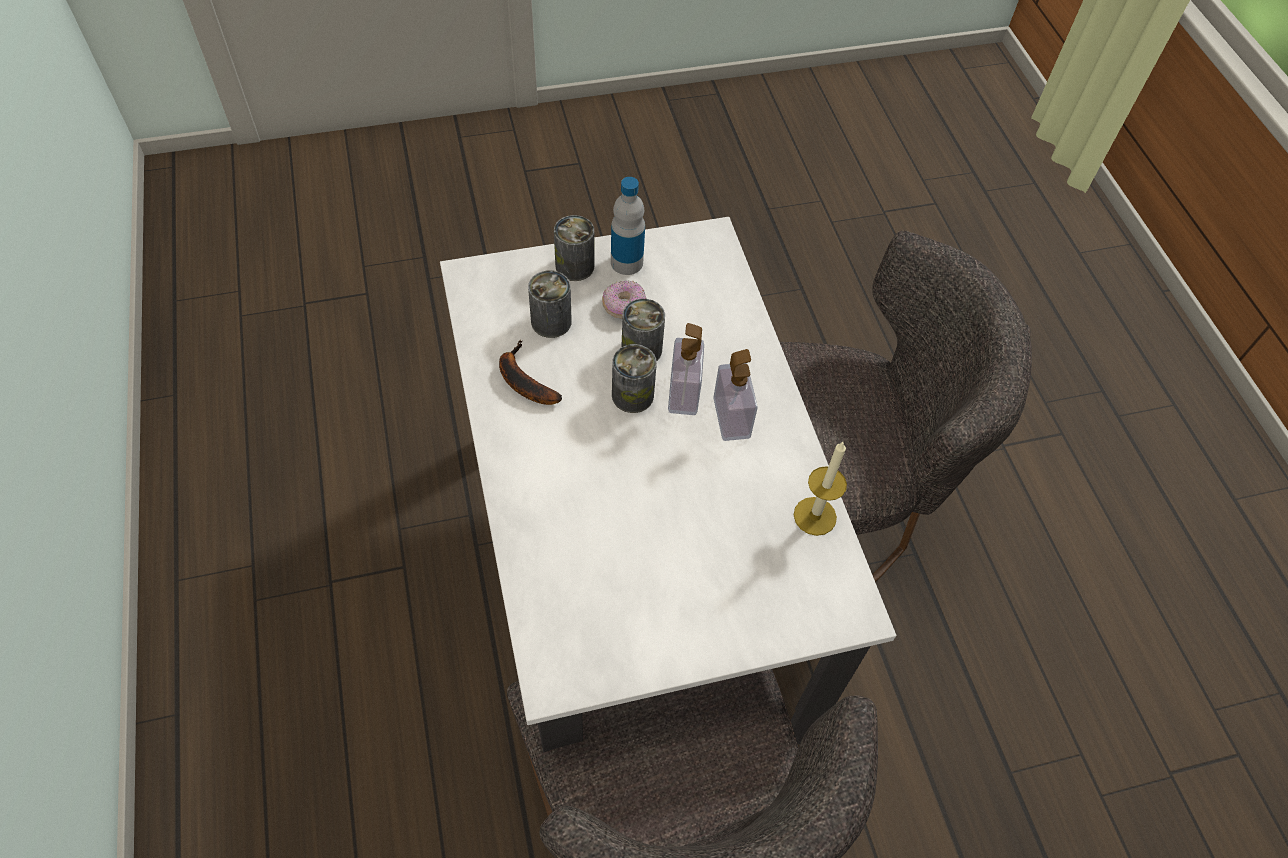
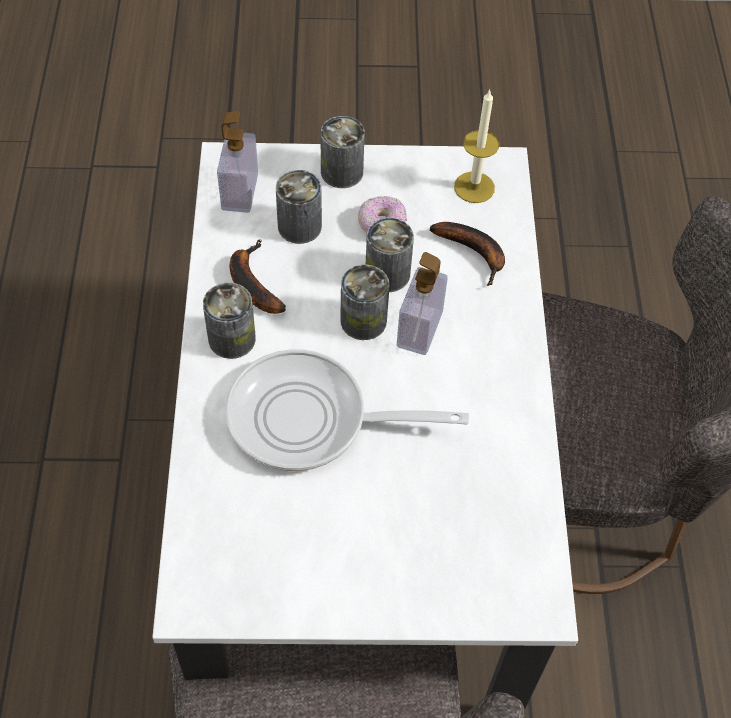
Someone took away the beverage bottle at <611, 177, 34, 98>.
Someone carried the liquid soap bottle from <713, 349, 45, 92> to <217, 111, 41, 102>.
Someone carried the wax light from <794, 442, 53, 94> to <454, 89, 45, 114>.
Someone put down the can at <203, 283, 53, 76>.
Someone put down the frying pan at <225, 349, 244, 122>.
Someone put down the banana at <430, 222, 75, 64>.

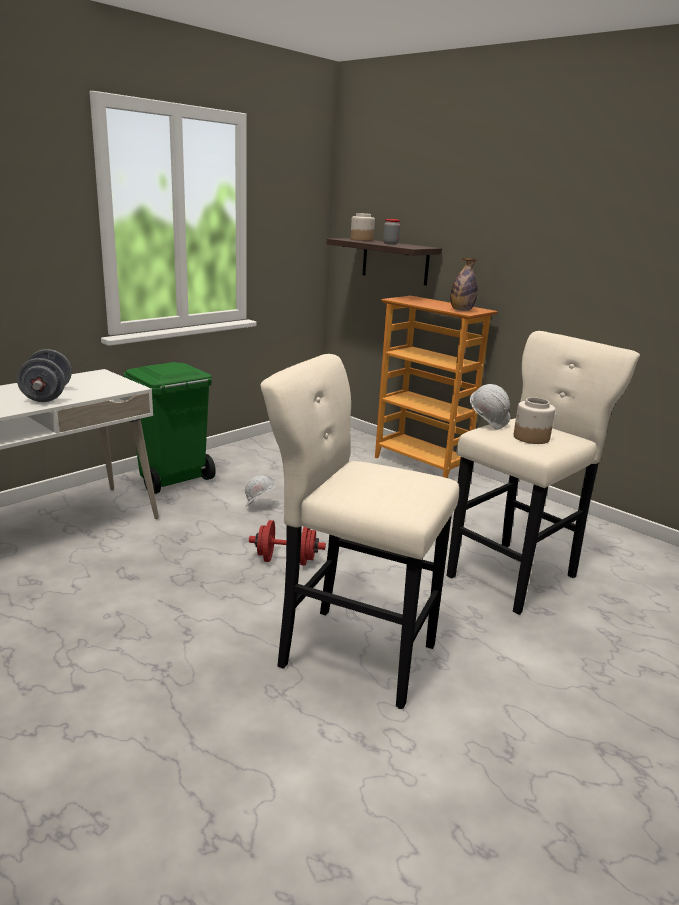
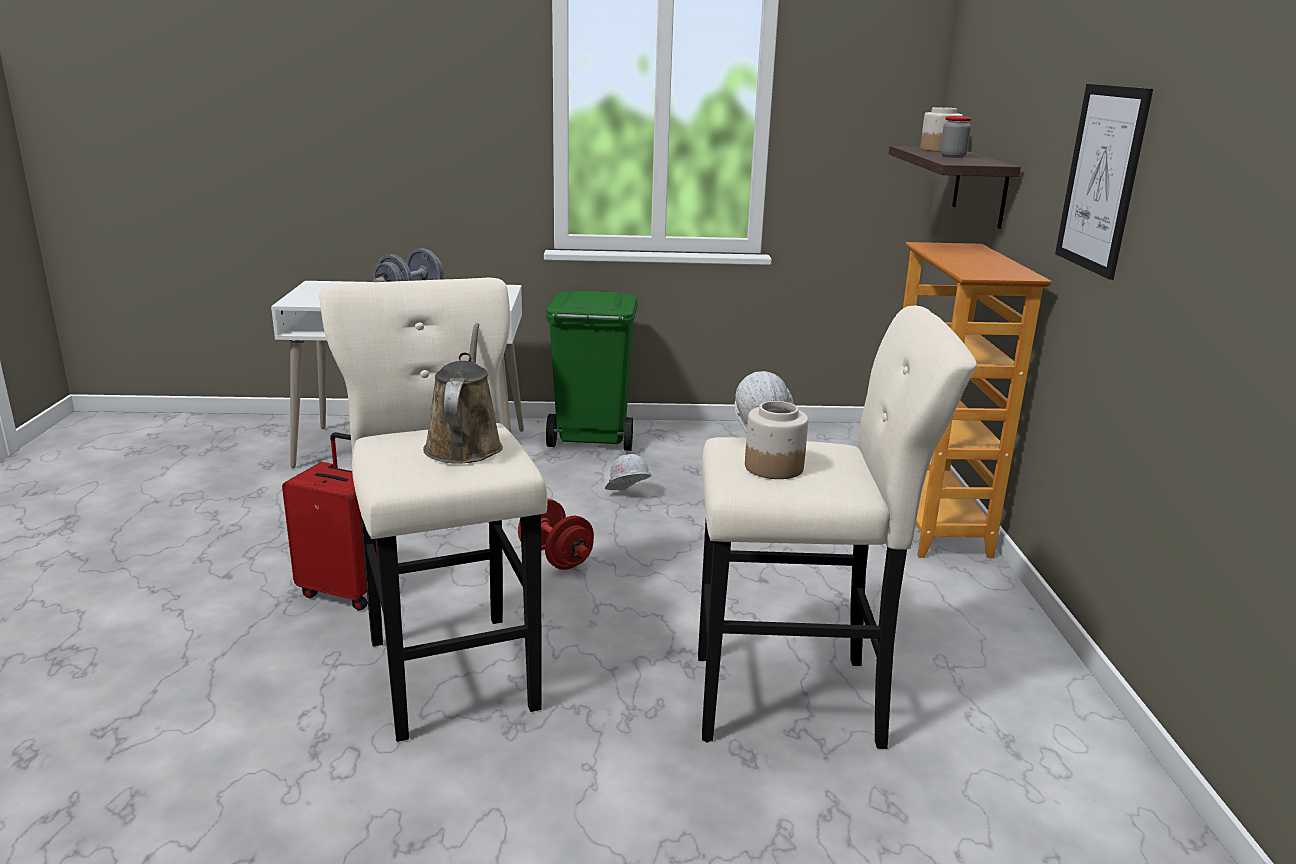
Someone took away the beverage bottle at <450, 258, 28, 53>.
Someone put down the red piece of luggage at <282, 432, 96, 179>.
Someone put down the brown sprinkling can at <423, 323, 80, 141>.
Someone put up the picture at <1055, 84, 98, 196>.

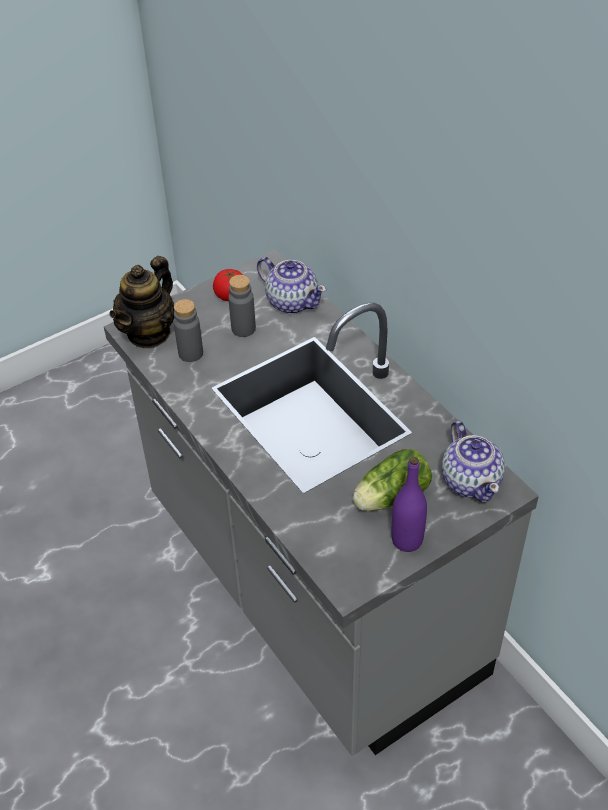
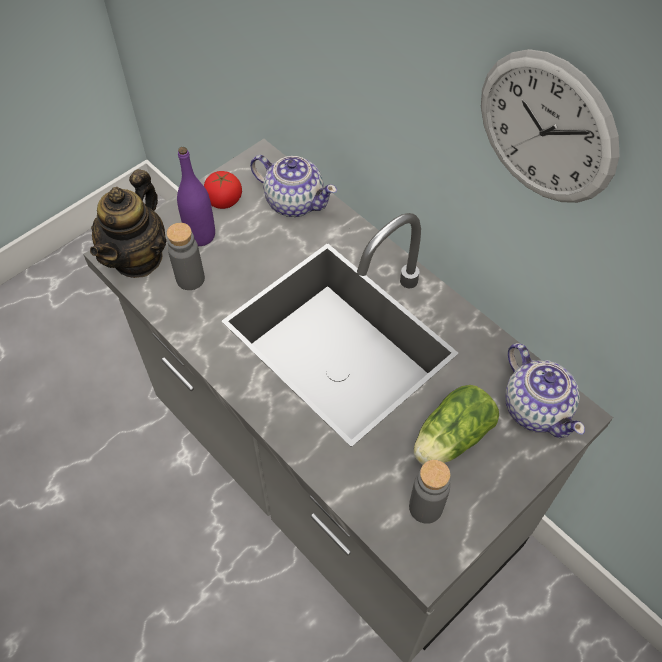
Someone carried the gray beverage bottle from <228, 275, 28, 62> to <409, 460, 41, 64>.
Someone carried the purple beverage bottle from <391, 457, 36, 95> to <177, 147, 38, 99>.
Someone put up the clock on the wall at <481, 49, 138, 154>.

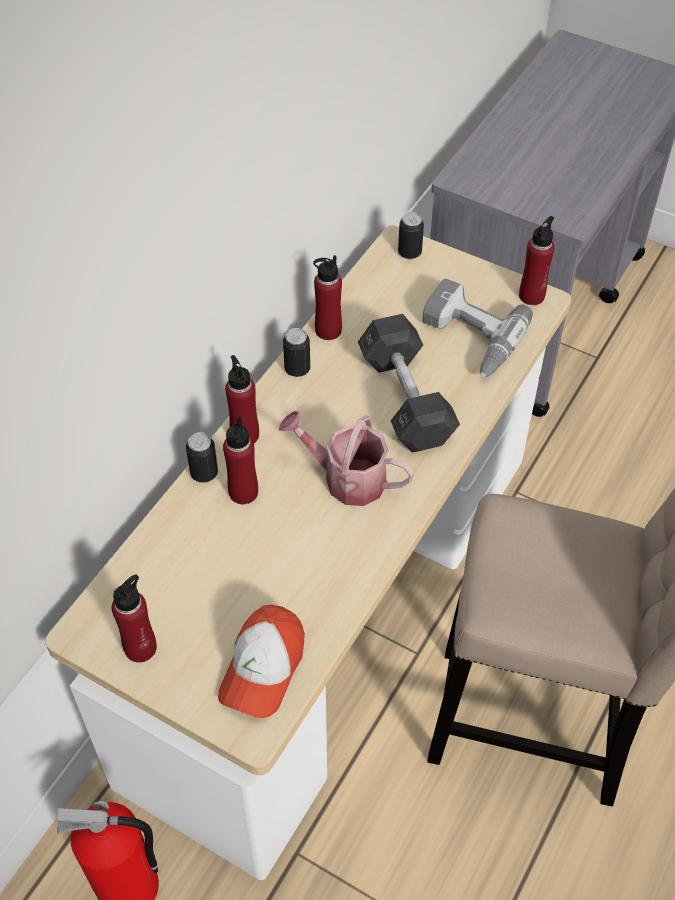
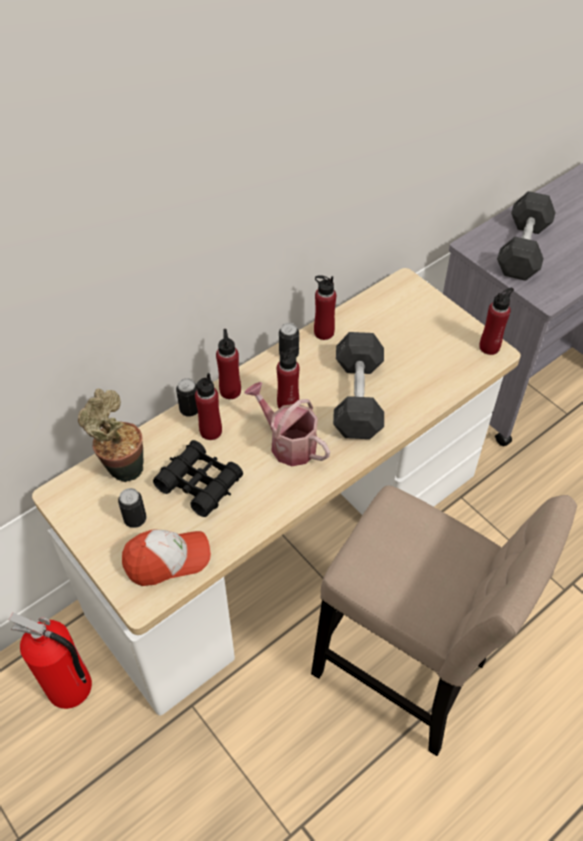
Someone carried the red beverage bottle from <112, 575, 45, 87> to <277, 346, 22, 62>.
Someone rotated the baseball cap at <218, 605, 87, 113> by 150 degrees counterclockwise.
Someone carried the can from <398, 212, 26, 47> to <118, 488, 29, 40>.
Someone took away the power drill at <423, 279, 110, 99>.
Someone put down the plant in a pot at <78, 389, 66, 93>.
Someone put down the black binoculars at <153, 440, 90, 77>.
Someone put down the gray dumbbell at <497, 191, 59, 90>.

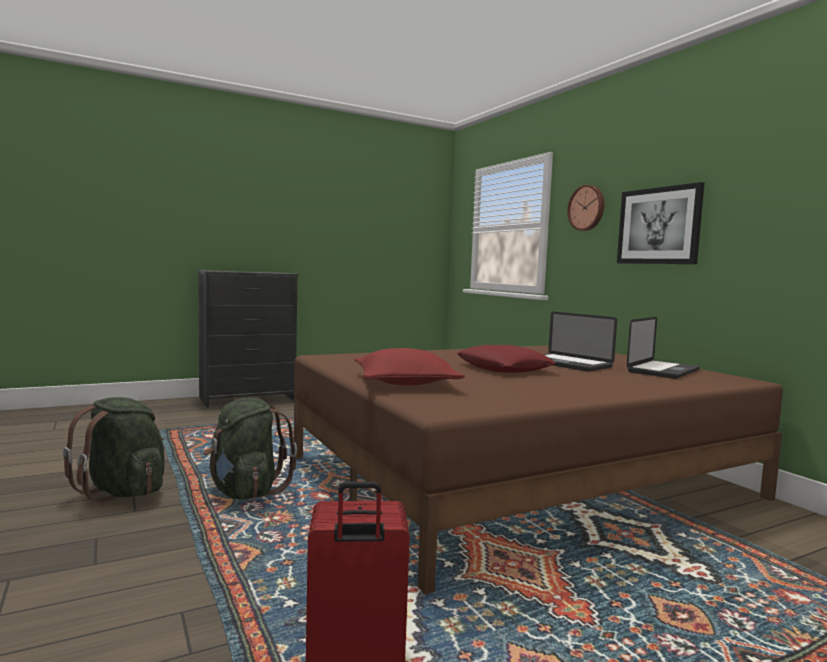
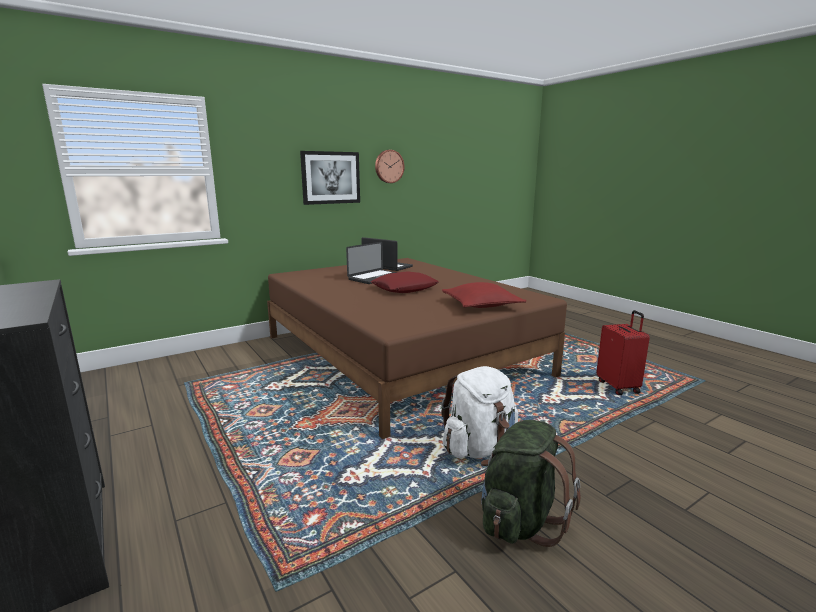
Someone repainted the green rucksack at <203, 398, 94, 102>, which became the white-coloured rucksack at <441, 366, 77, 92>.
Someone carried the clock on the wall from <567, 185, 38, 46> to <375, 150, 30, 33>.

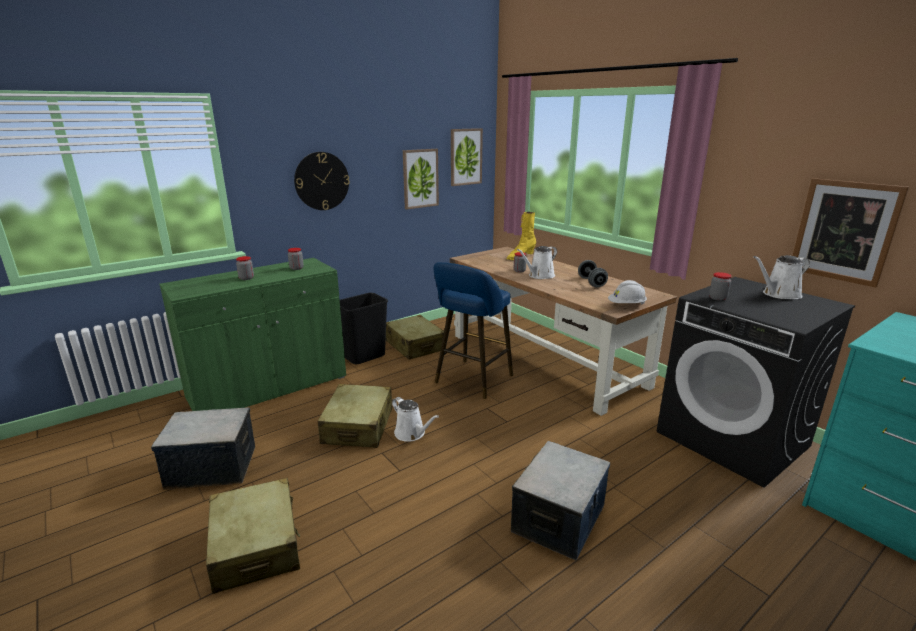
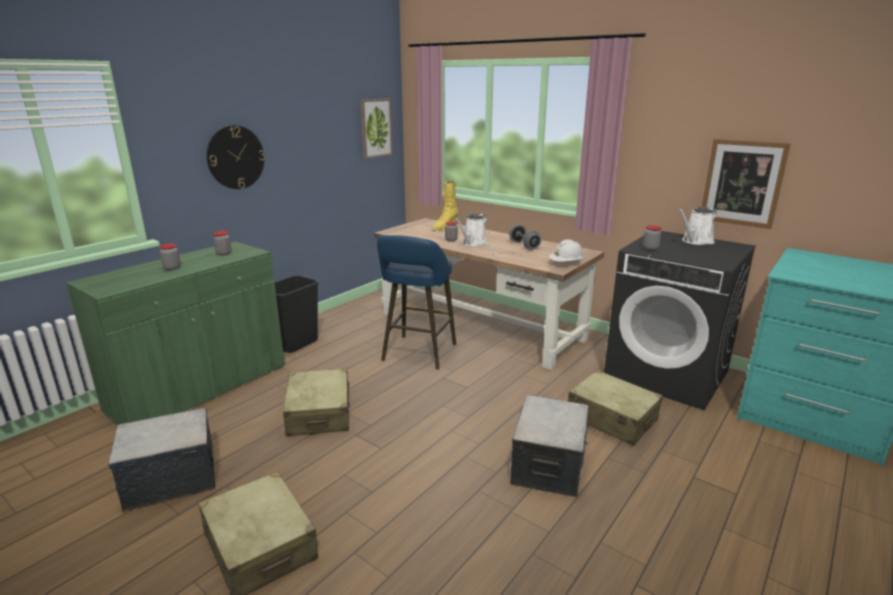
Someone carried the sand-coloured piece of luggage from <386, 315, 58, 45> to <568, 370, 95, 76>.
Someone took away the white-coloured sprinkling can at <392, 397, 47, 45>.
Someone took away the picture at <403, 149, 36, 60>.

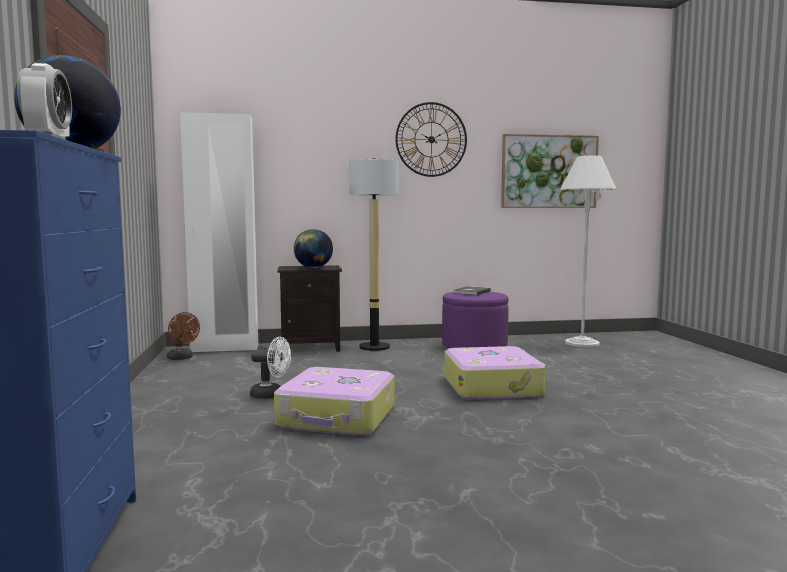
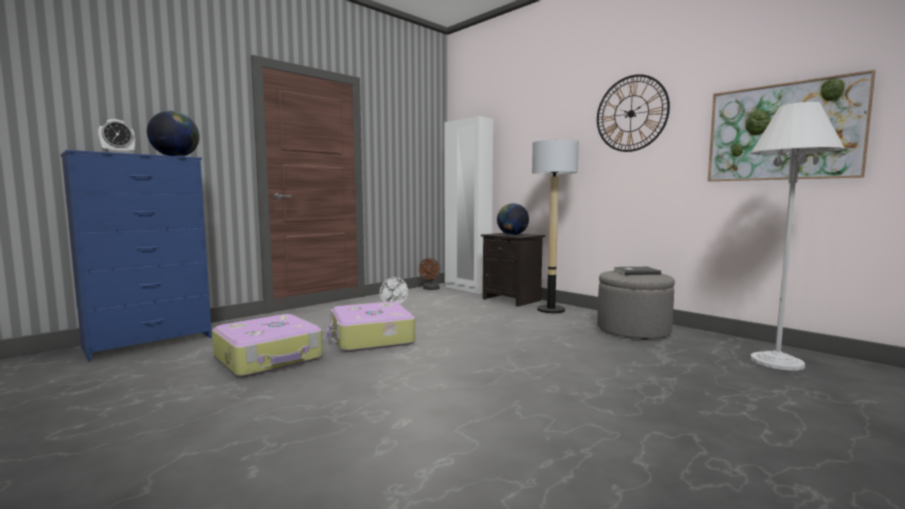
Someone repainted the purple pouffe at <442, 292, 67, 56>, which became the gray pouffe at <597, 271, 78, 69>.
Someone carried the piece of luggage from <444, 346, 102, 54> to <212, 314, 111, 63>.

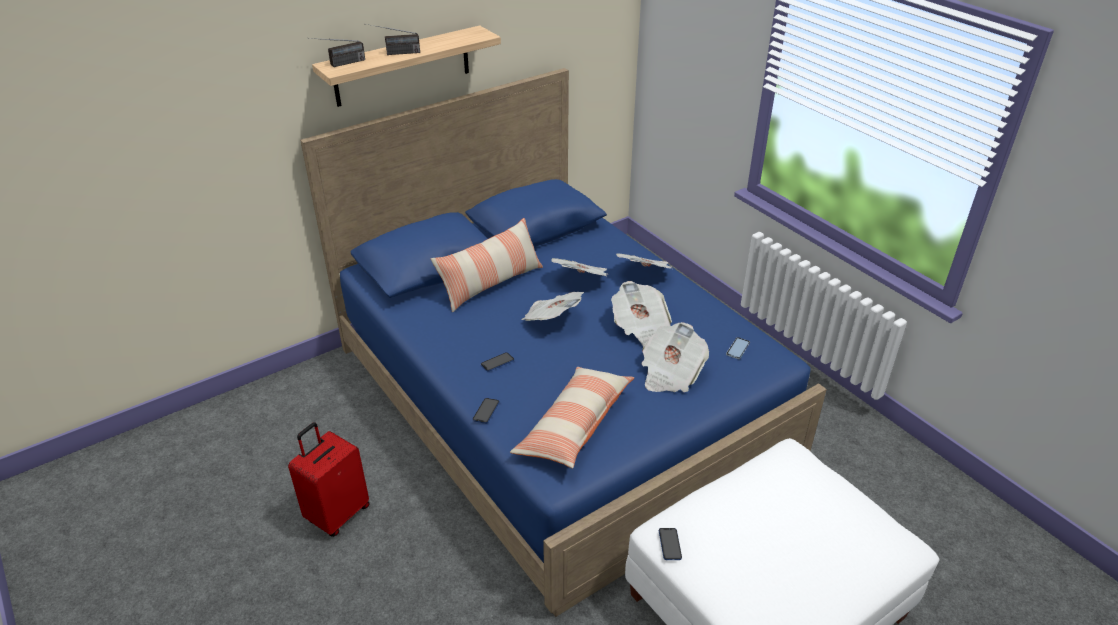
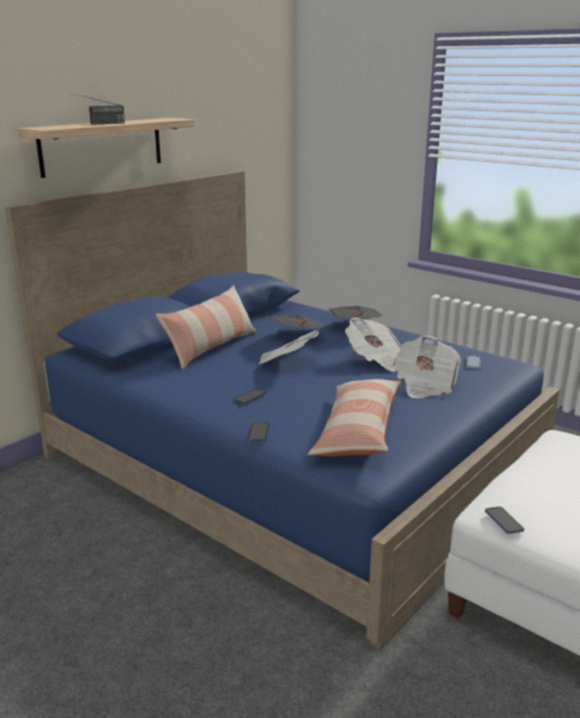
Someone took away the red piece of luggage at <288, 422, 81, 115>.
Someone took away the radio at <307, 38, 58, 29>.

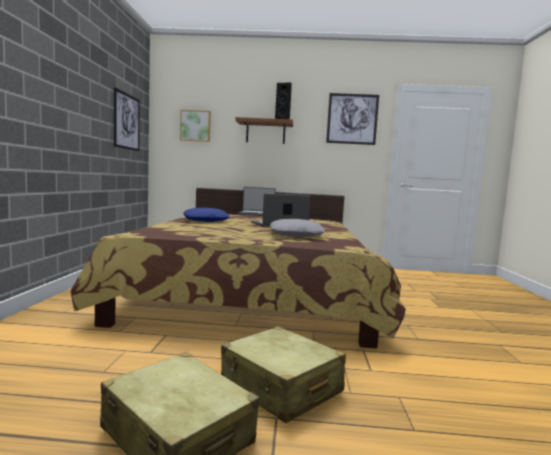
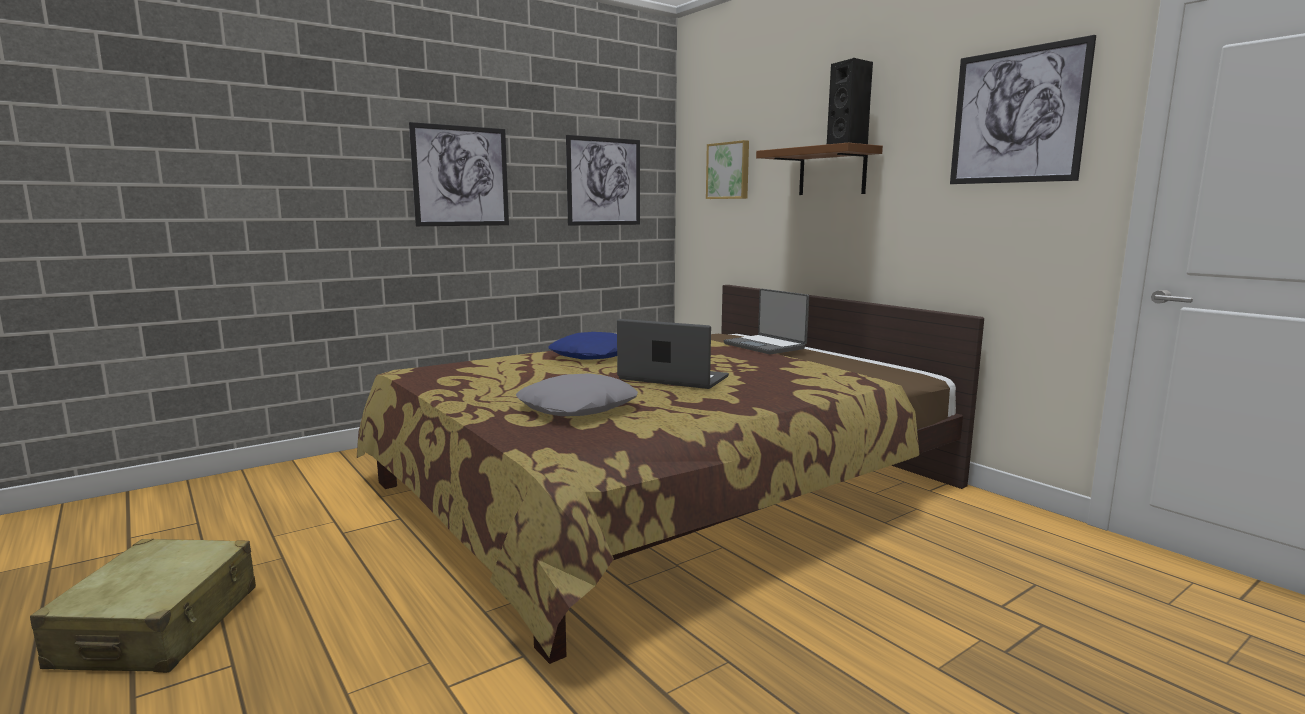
Someone took away the sand-coloured piece of luggage at <221, 326, 125, 97>.
Someone put up the picture at <409, 122, 100, 104>.

